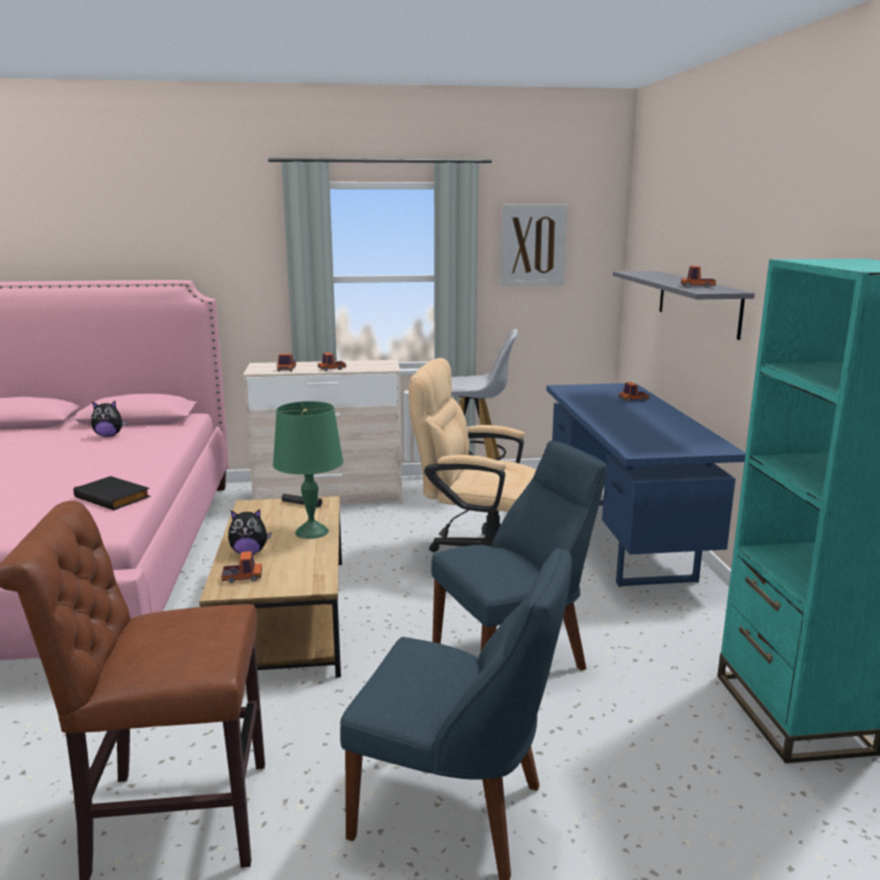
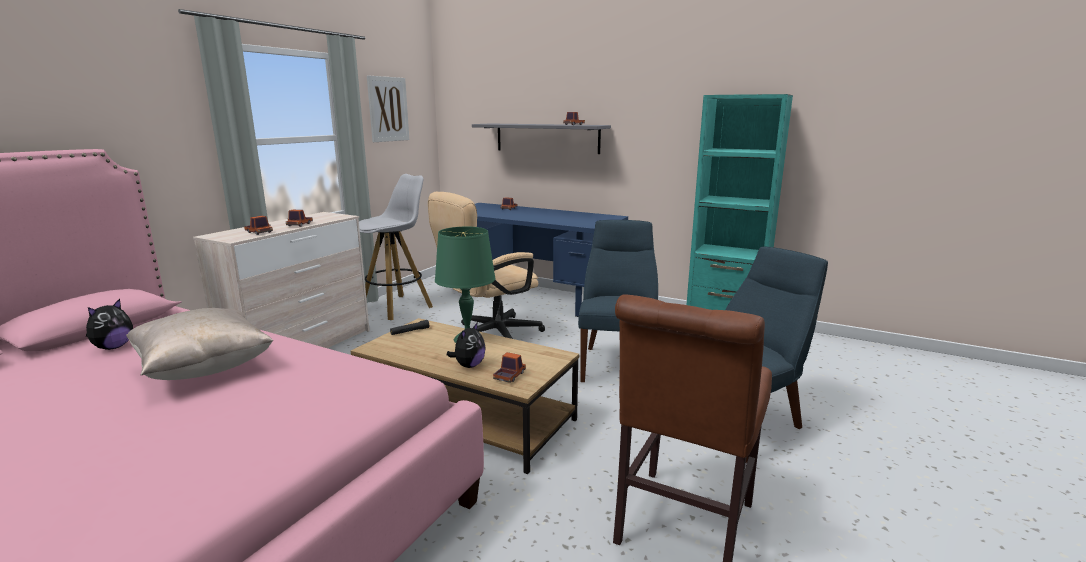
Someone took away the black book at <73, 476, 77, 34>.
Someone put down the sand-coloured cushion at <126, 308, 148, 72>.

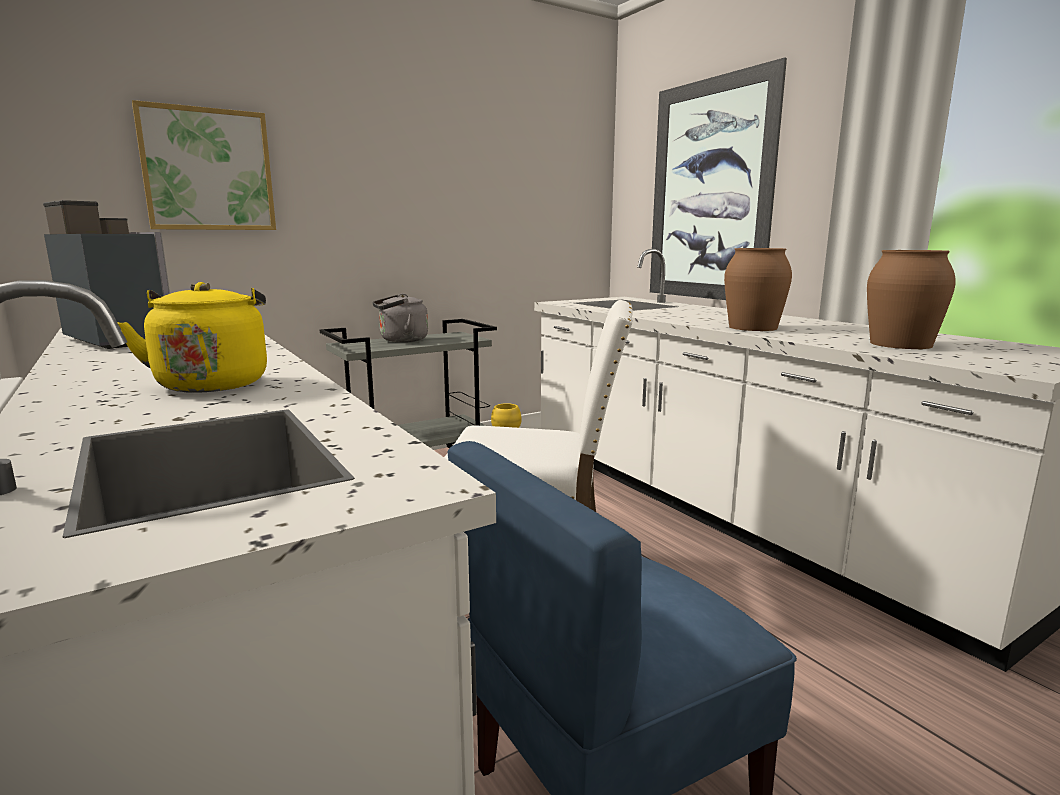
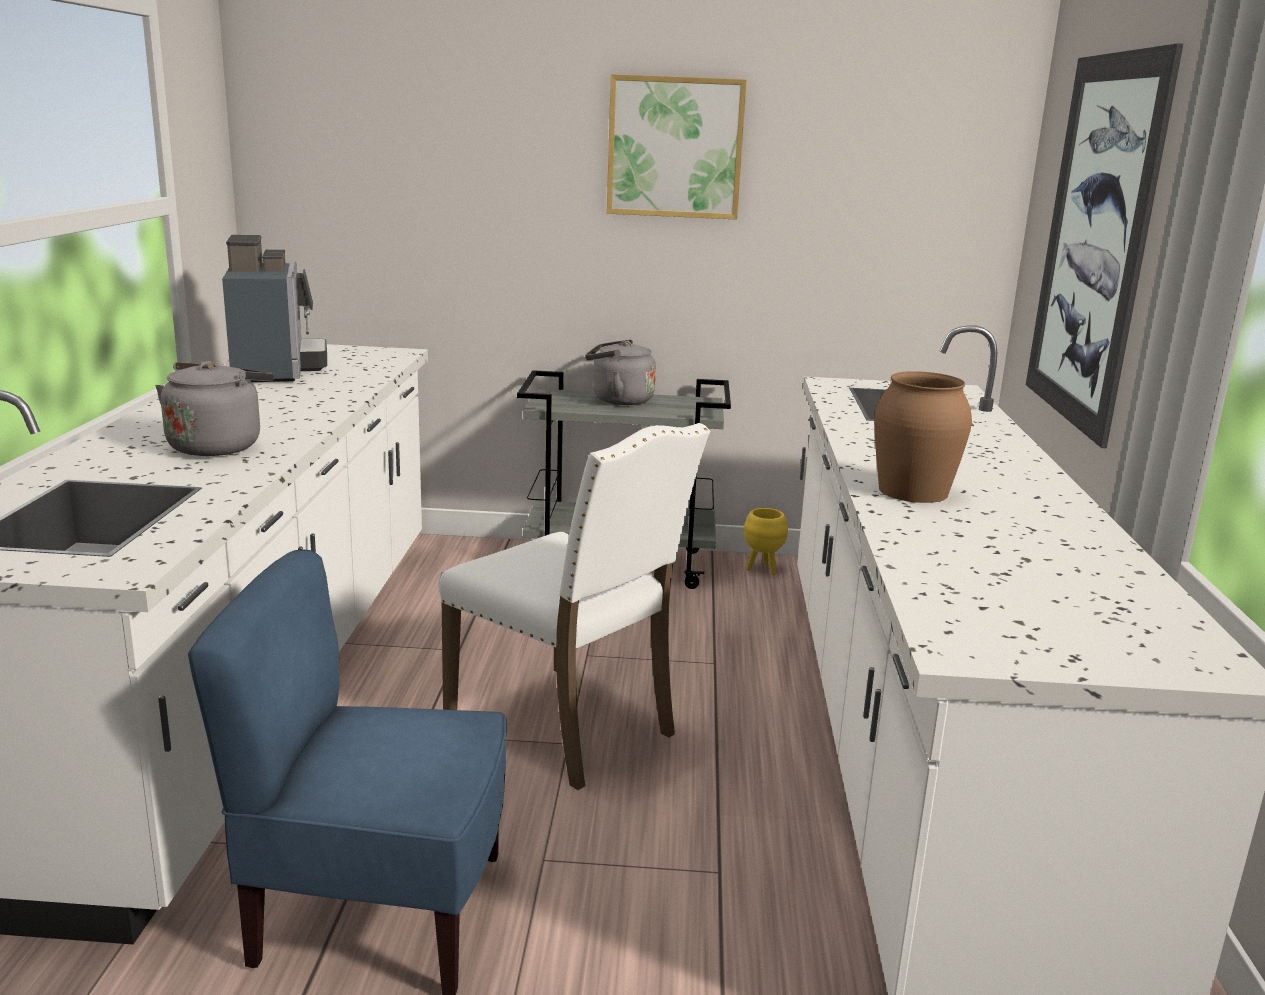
Someone repainted the yellow kettle at <117, 282, 150, 111>, which became the gray kettle at <156, 361, 118, 95>.
Someone carried the picture from <132, 100, 144, 130> to <607, 74, 140, 145>.
Someone took away the brown flower vase at <867, 250, 89, 99>.

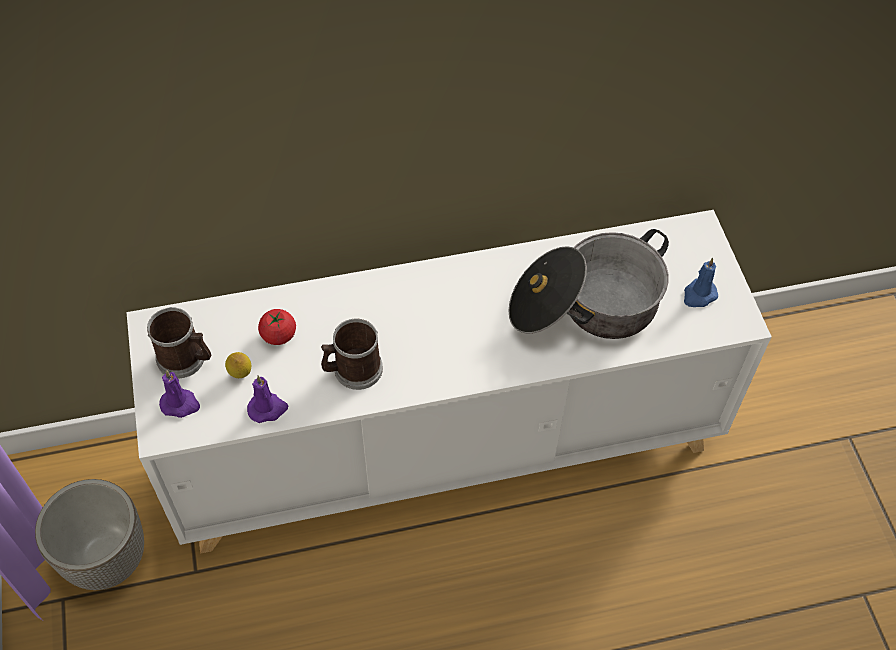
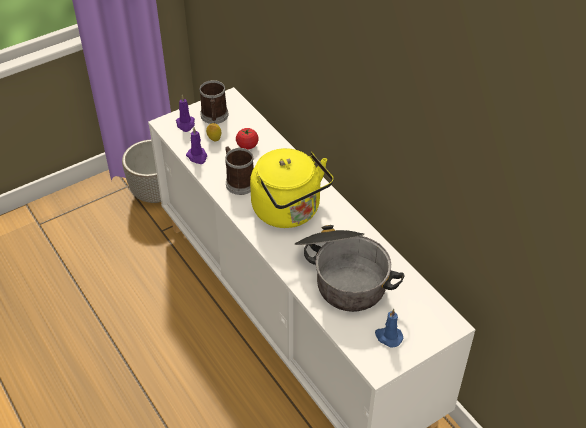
Someone put down the yellow kettle at <250, 148, 84, 80>.

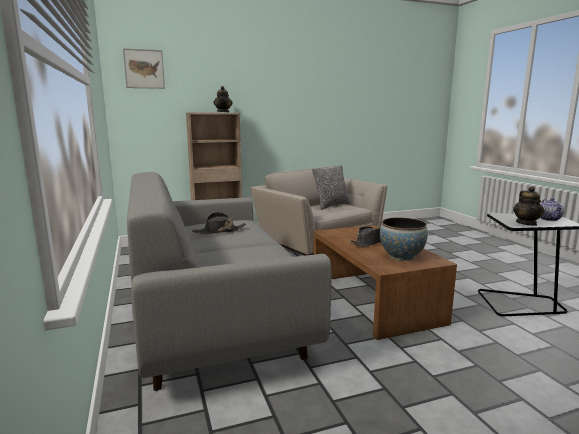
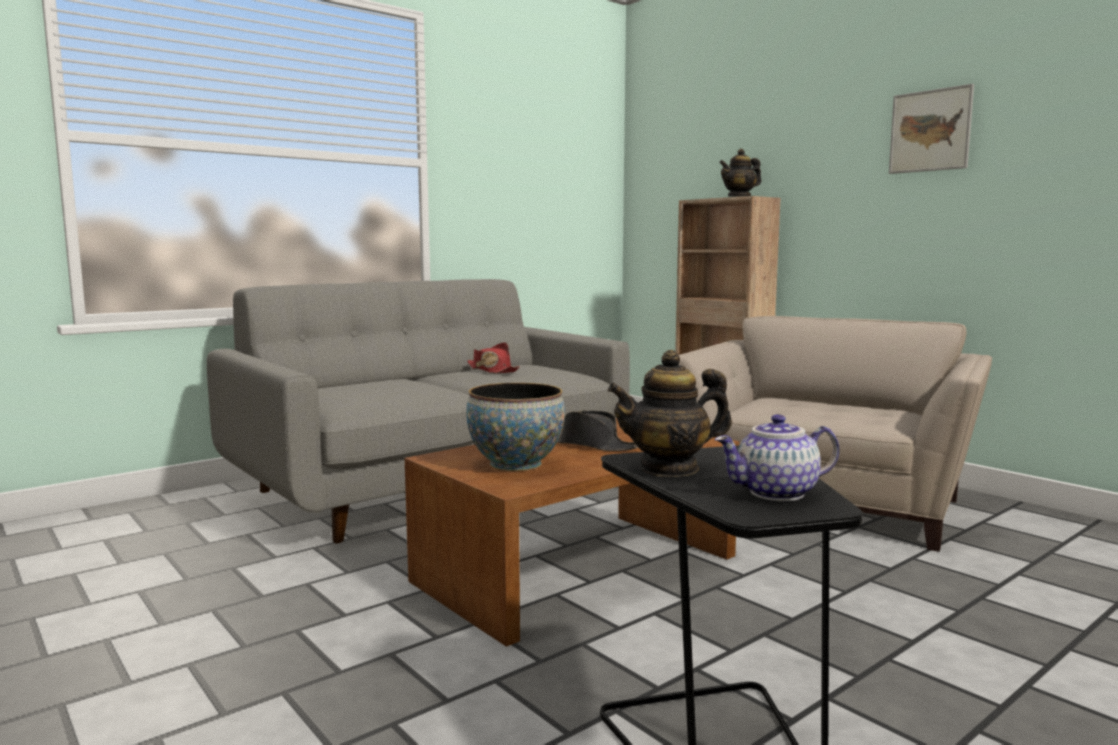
Someone carried the picture from <123, 48, 42, 41> to <889, 84, 85, 90>.
Someone repainted the black clothing hat at <192, 212, 54, 22>, which became the red clothing hat at <467, 342, 53, 32>.
Someone took away the cushion at <312, 165, 39, 45>.

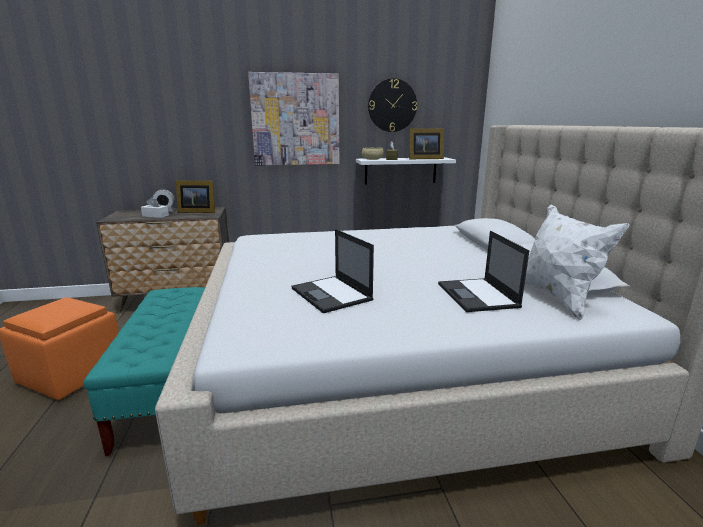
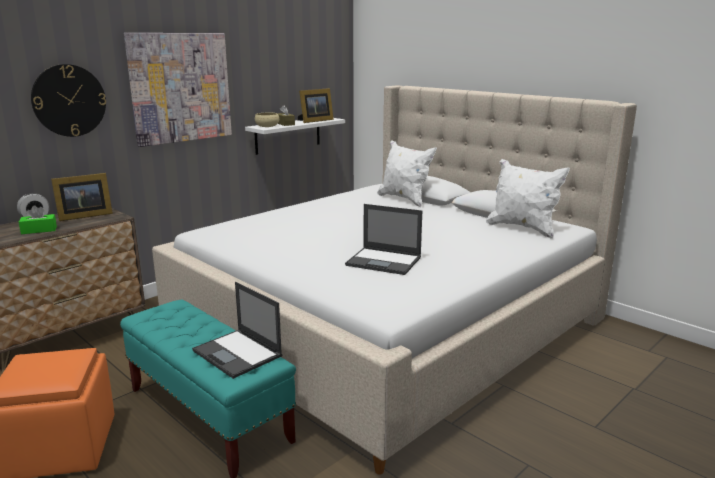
Someone repainted the white-coloured box of tissues at <141, 197, 28, 21>, which became the green box of tissues at <19, 205, 38, 29>.
Someone carried the clock on the wall from <368, 78, 49, 54> to <31, 64, 75, 73>.
Someone carried the portable computer from <438, 231, 92, 81> to <192, 282, 90, 97>.
Someone put down the white-coloured cushion at <377, 140, 60, 67>.

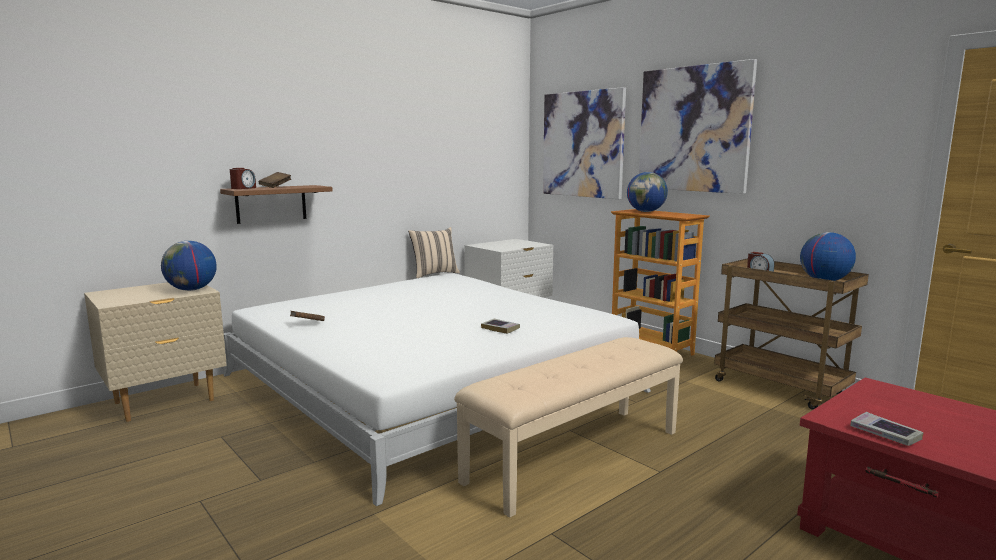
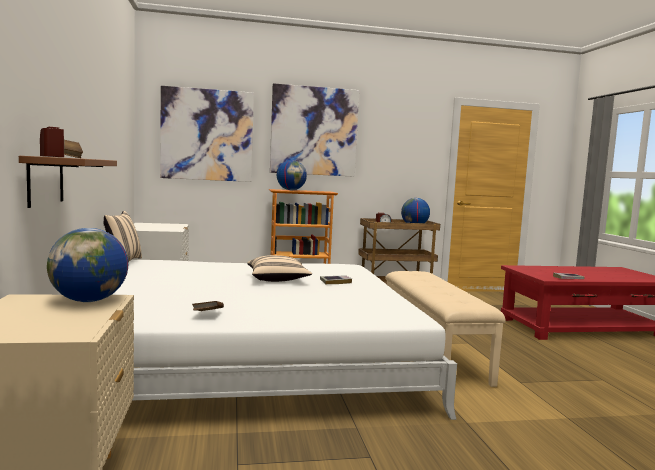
Someone put down the sand-coloured cushion at <247, 255, 65, 27>.

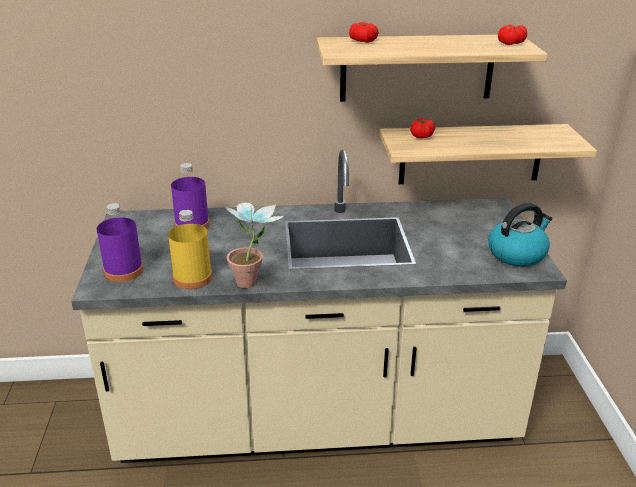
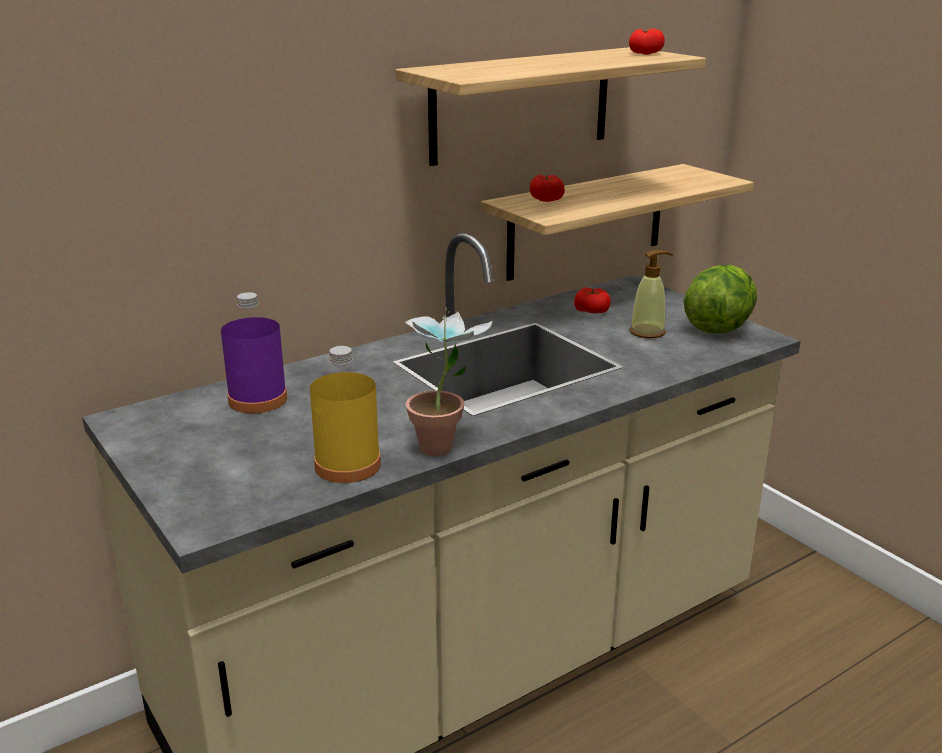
Someone took away the purple beverage bottle at <97, 203, 46, 79>.
Someone carried the fresh tomato from <349, 22, 29, 21> to <574, 288, 37, 25>.
Someone swapped the kettle at <488, 203, 64, 63> for the lettuce at <684, 265, 73, 69>.
Someone put down the liquid soap bottle at <630, 250, 43, 88>.

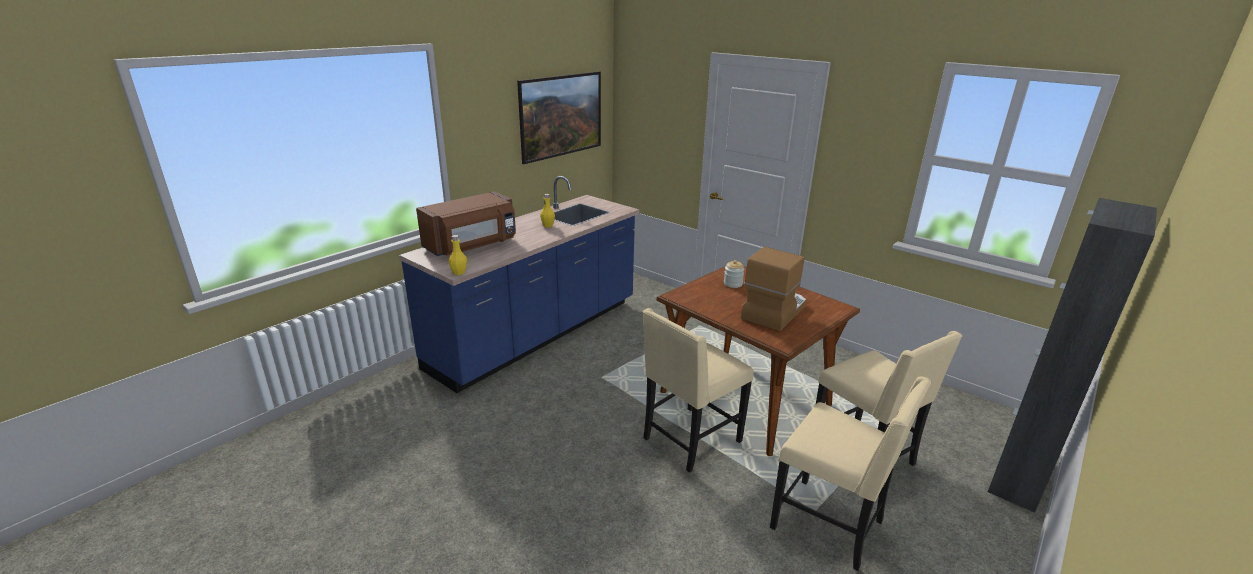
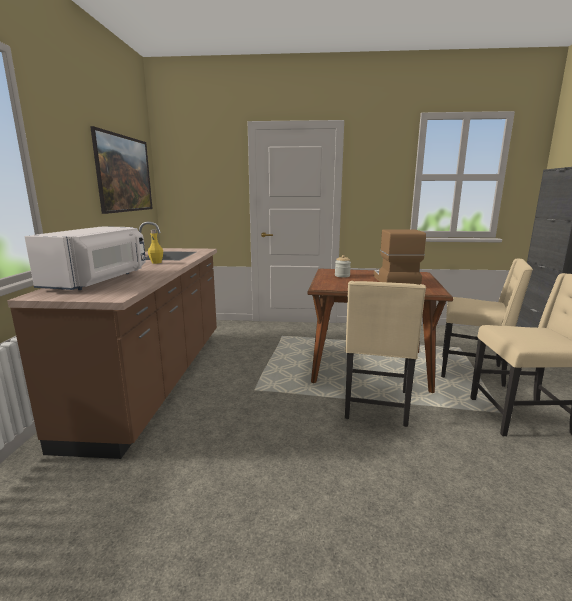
Someone repainted the bluish kitchen counter at <399, 176, 240, 217>, which became the brown kitchen counter at <7, 222, 210, 237>.
Someone repainted the brown microwave oven at <416, 191, 100, 65>, which became the white-coloured microwave oven at <24, 226, 122, 64>.
Someone took away the yellow beverage bottle at <448, 235, 19, 40>.

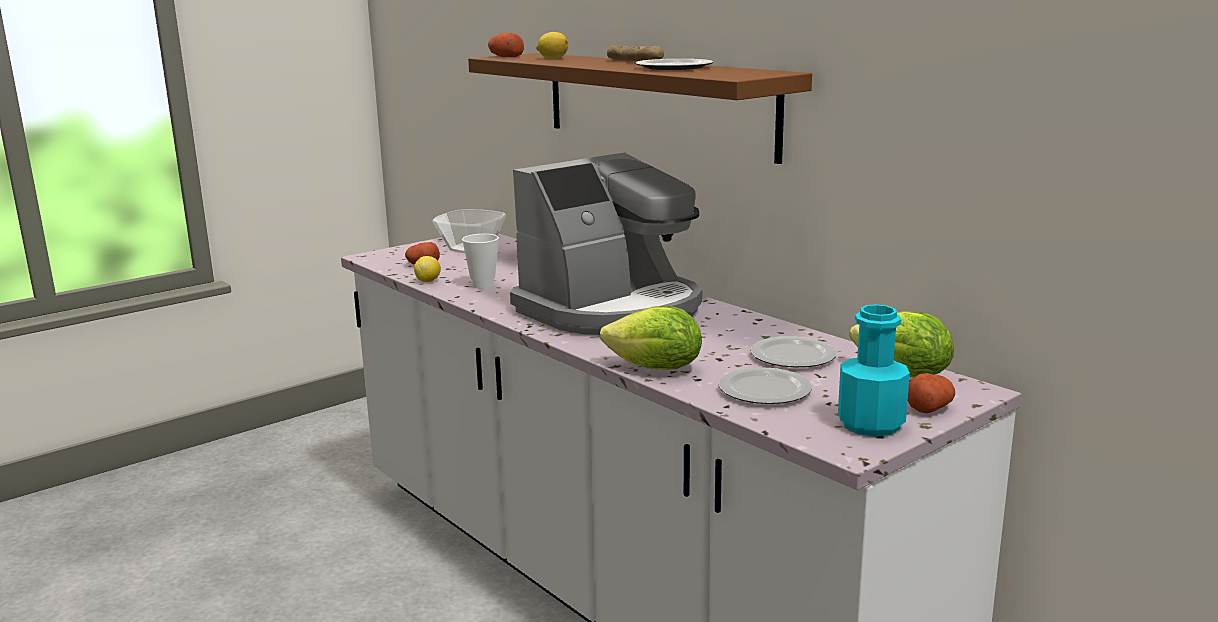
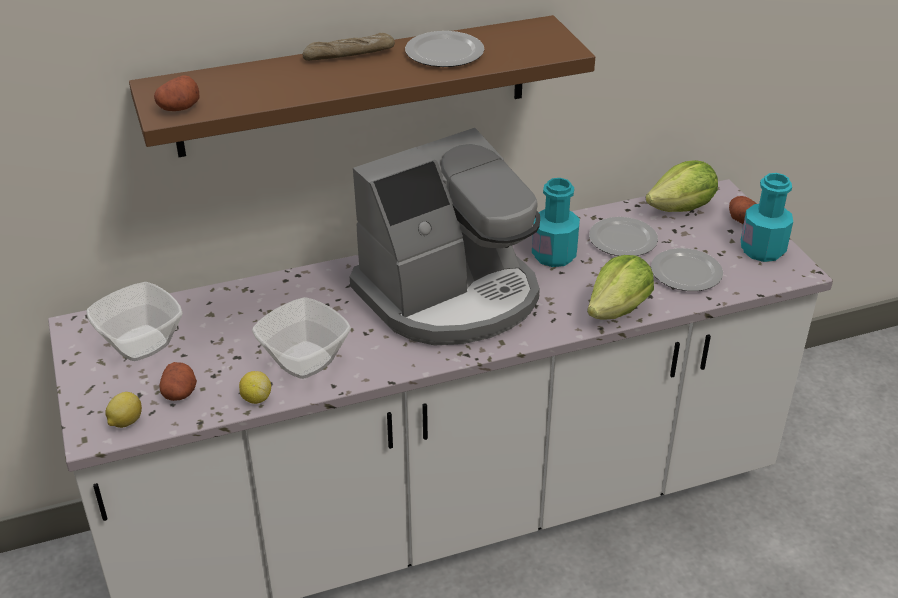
Someone swapped the drinking cup at <462, 234, 37, 55> for the deep dish at <252, 297, 99, 82>.
Someone rotated the coffee maker at <510, 152, 192, 183> by 75 degrees clockwise.
Someone carried the whole lemon from <536, 32, 32, 27> to <105, 392, 37, 36>.
Someone put down the turquoise-coloured beverage bottle at <532, 178, 48, 89>.

